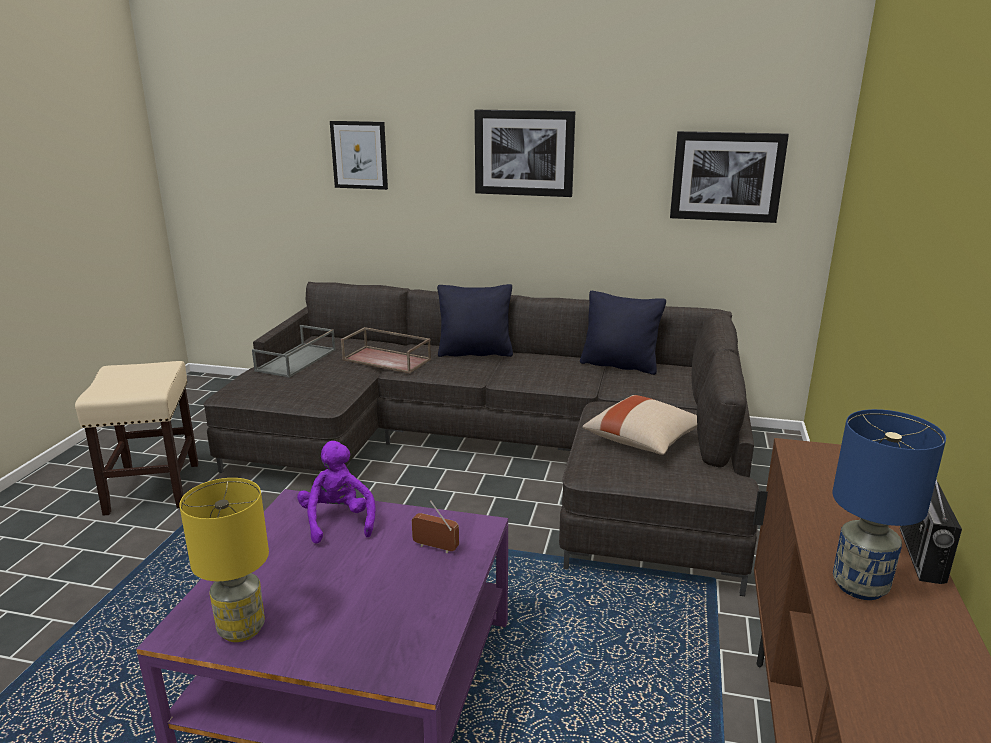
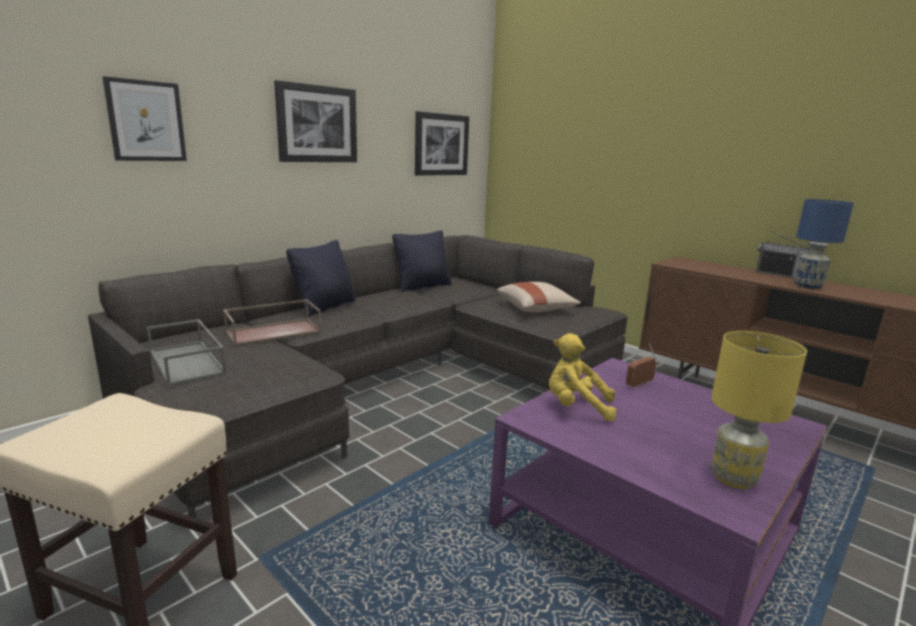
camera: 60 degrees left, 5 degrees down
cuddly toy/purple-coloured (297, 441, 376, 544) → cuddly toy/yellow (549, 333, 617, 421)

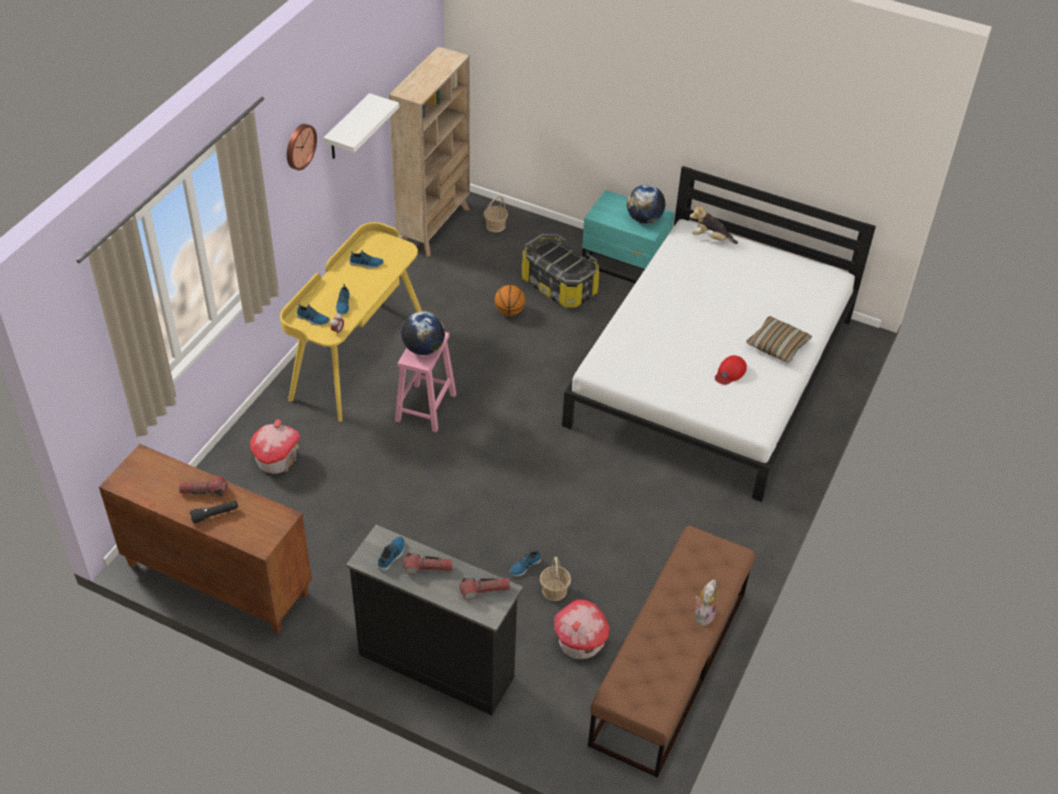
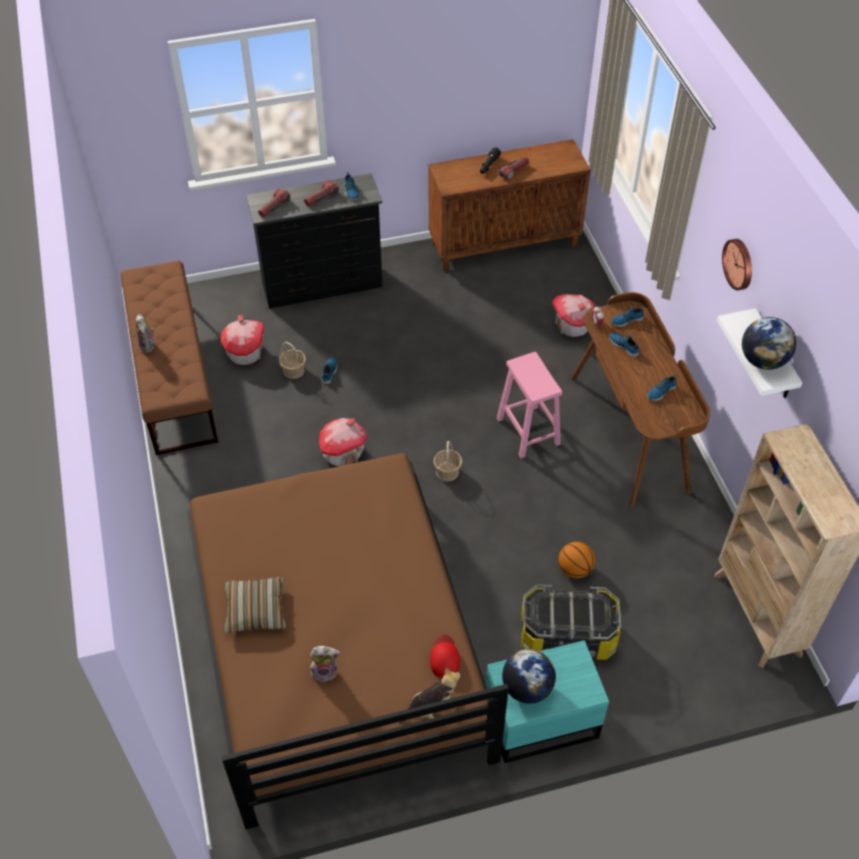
camera: 140 degrees right, 5 degrees up
bedroom bed/whitish (562, 166, 876, 502) → bedroom bed/brown-coloured (186, 453, 509, 829)
- → cuddly toy (310, 646, 340, 682)
- → model house (319, 418, 367, 466)
peaked cap/red-coloured (715, 355, 747, 385) → peaked cap/red-coloured (430, 634, 460, 678), moved
storage basket (484, 196, 508, 232) → storage basket (433, 441, 462, 481), moved
desk unit/yellow (280, 222, 422, 422) → desk unit/brown-coloured (571, 292, 710, 507)
desk globe (401, 311, 445, 355) → desk globe (742, 317, 796, 370), moved

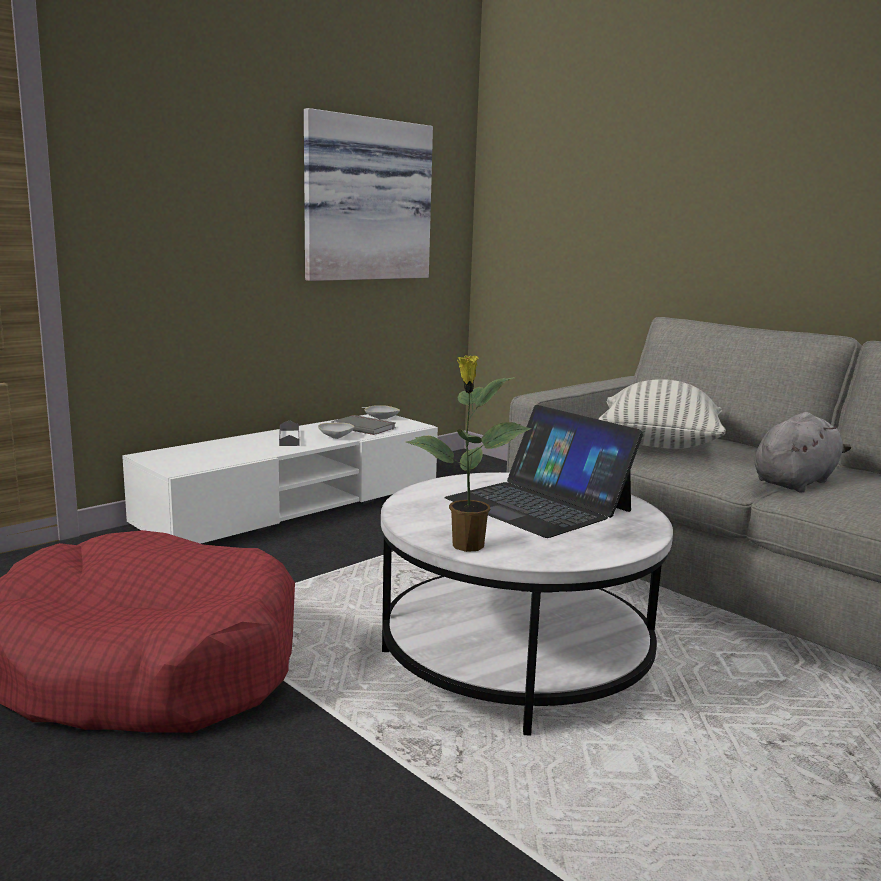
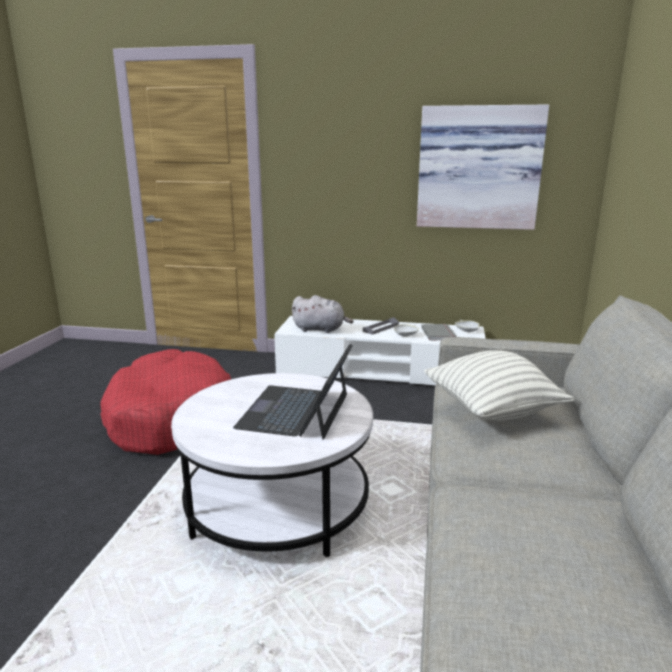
camera: 55 degrees right, 5 degrees up
cuddly toy/grey (755, 412, 851, 493) → cuddly toy/grey (291, 295, 353, 333), moved
houseplant (406, 355, 531, 552) → -

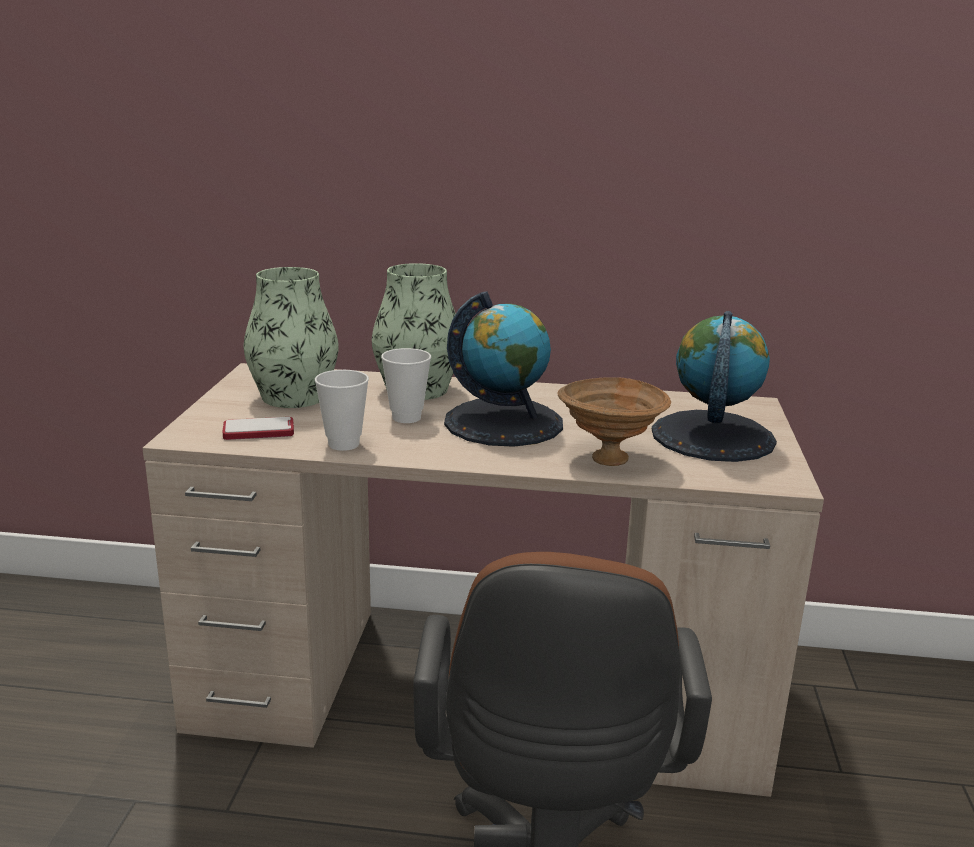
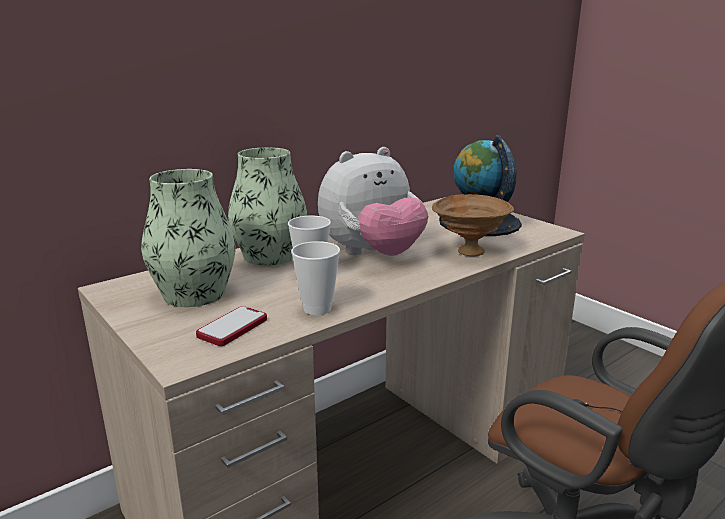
camera: 45 degrees left, 0 degrees up
desk globe (444, 291, 563, 447) → cuddly toy (318, 147, 428, 256)

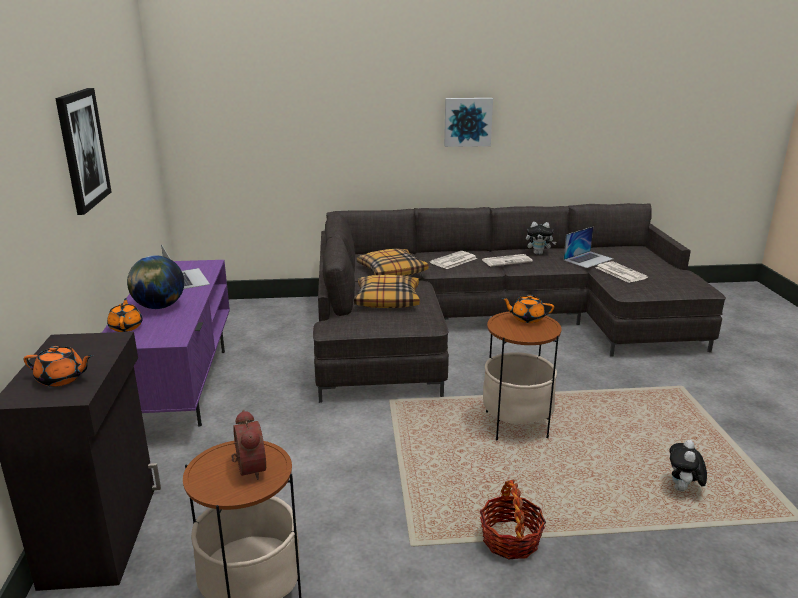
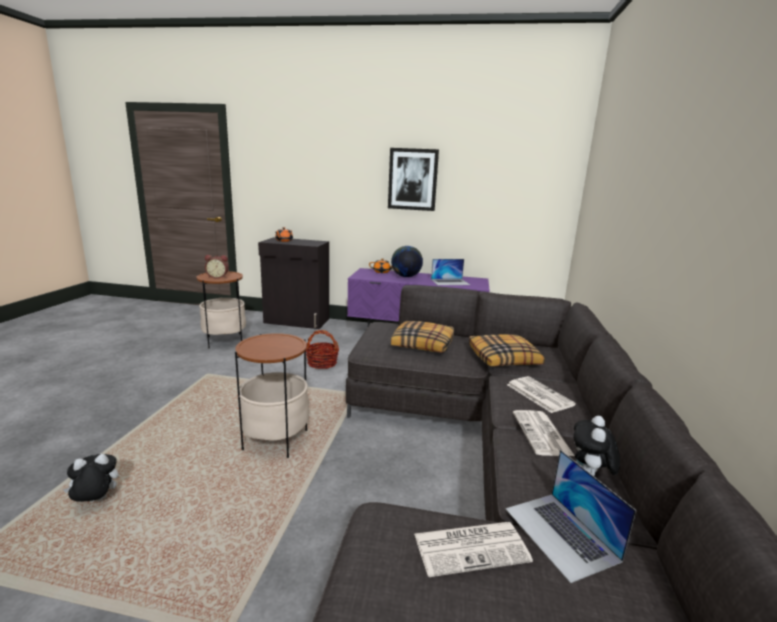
camera: 105 degrees right, 5 degrees down
cuddly toy (669, 440, 707, 491) → cuddly toy (63, 454, 119, 502), 60 degrees counterclockwise
storage basket (480, 480, 546, 560) → storage basket (306, 330, 339, 369), moved
picture (444, 98, 493, 147) → -
tea pot/orangey (501, 295, 554, 323) → -

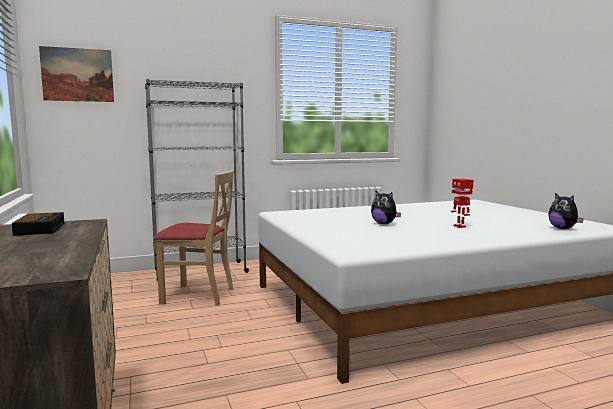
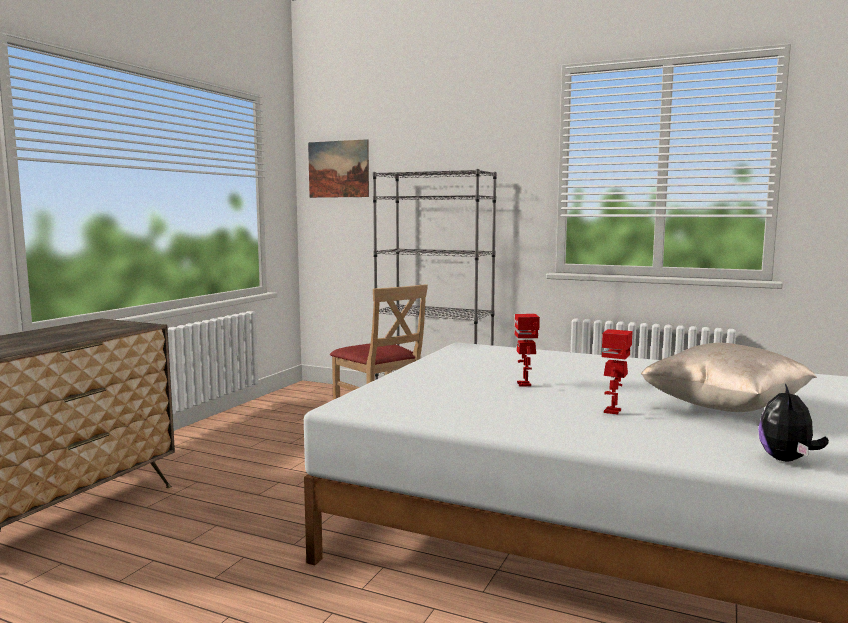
camera: 45 degrees right, 0 degrees up
cuddly toy (371, 190, 401, 224) → model robot (514, 314, 540, 387)
- → throw pillow/beige-coloured (641, 343, 817, 412)
table clock (12, 212, 64, 236) → -

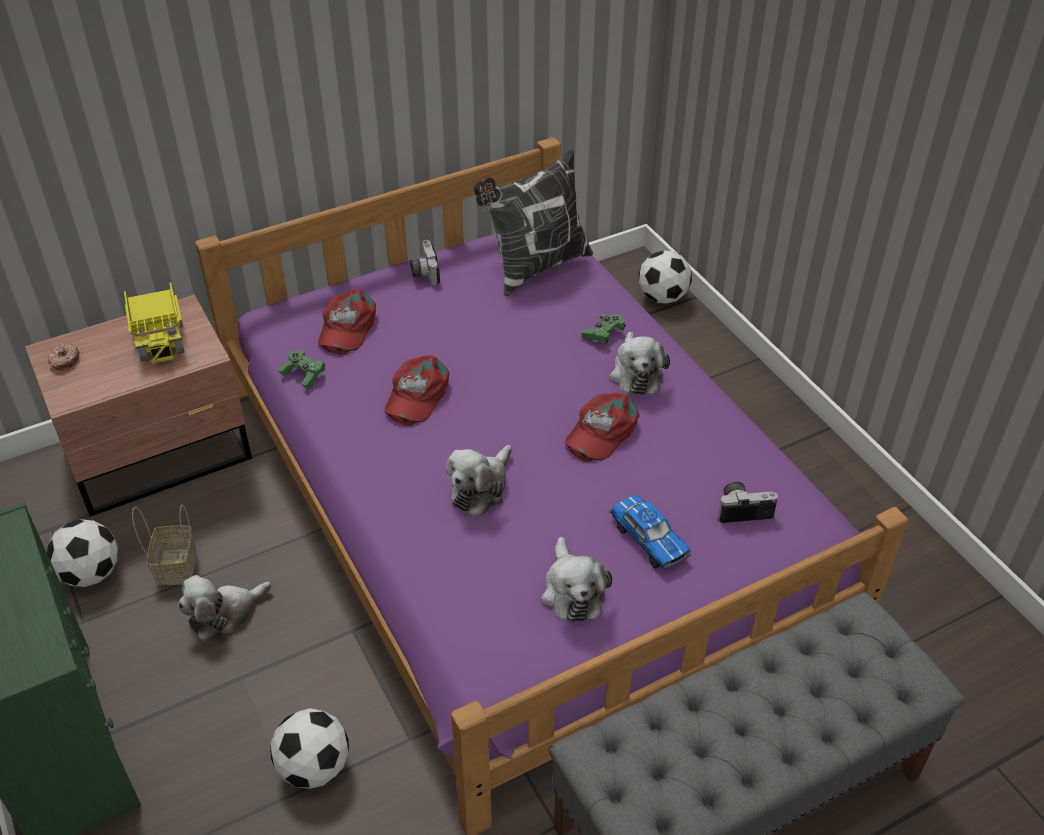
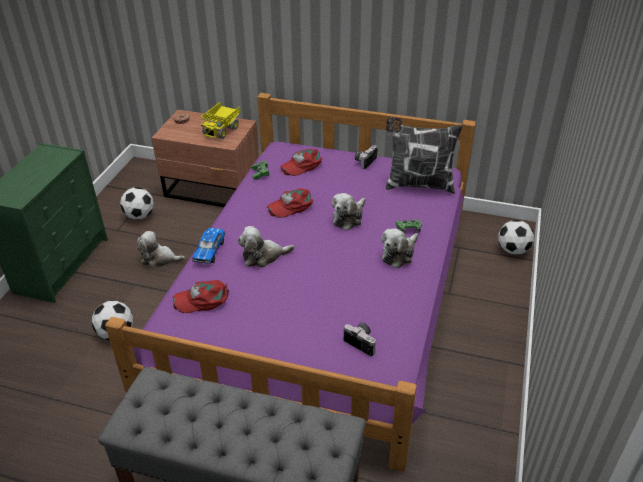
camera: 45 degrees right, 5 degrees down
peaked cap/red-coloured (565, 393, 639, 462) → peaked cap/red-coloured (173, 280, 229, 313), moved
toy car (610, 495, 692, 570) → toy car (192, 228, 225, 264), moved
cuddly toy (541, 537, 612, 623) → cuddly toy (332, 193, 366, 230), moved
storage basket (132, 505, 196, 585) → -

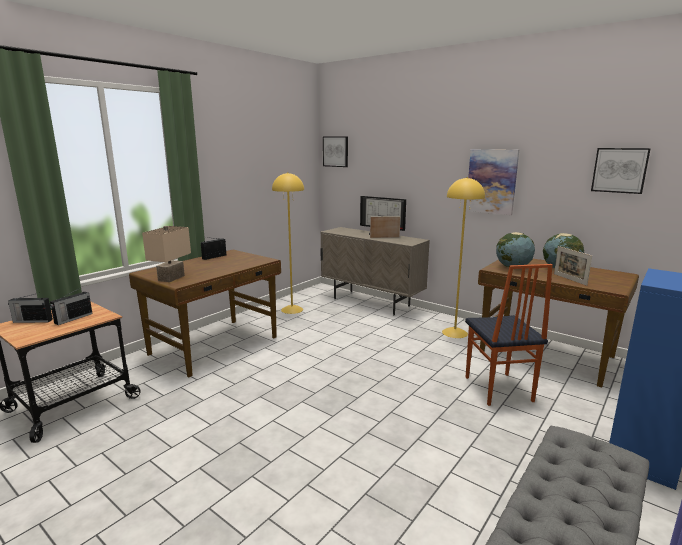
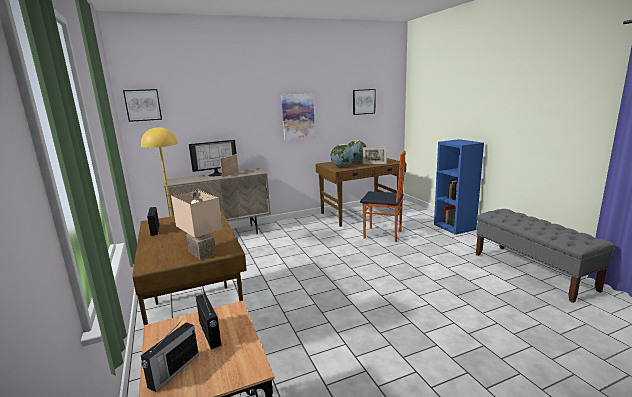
camera: 60 degrees left, 0 degrees up
standard lamp/yellow (442, 177, 485, 338) → -

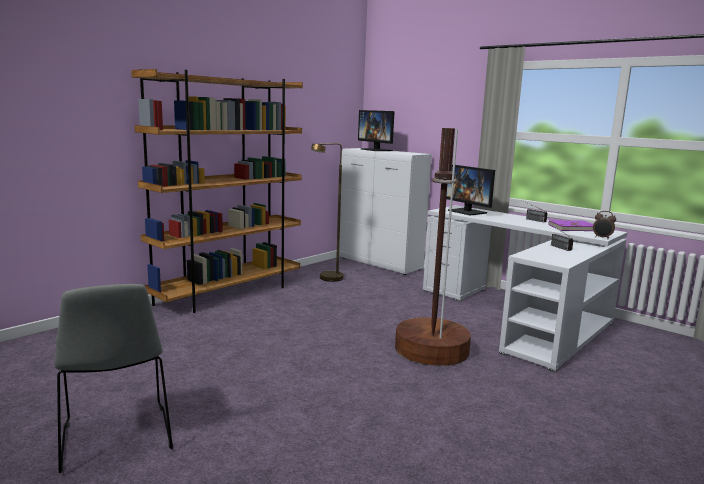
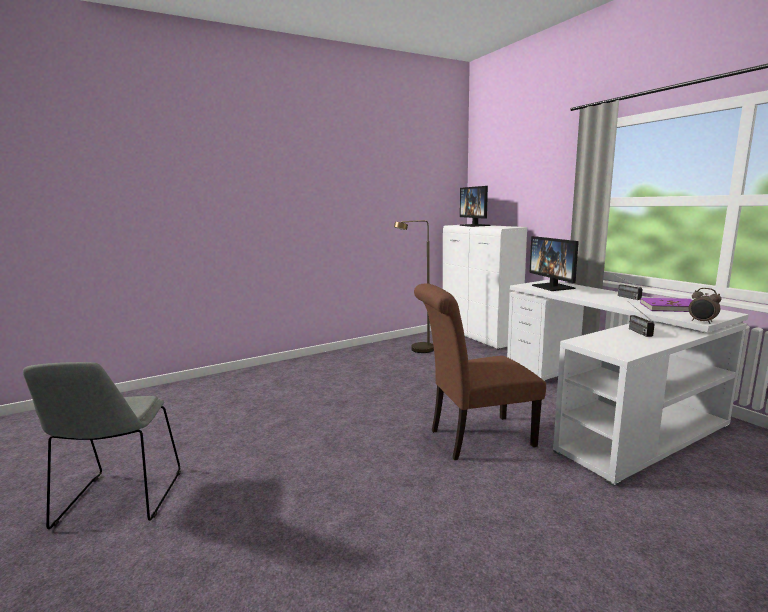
camera: 20 degrees right, 0 degrees up
standard lamp/brown-coloured (395, 128, 471, 366) → upright chair/brown-coloured (414, 283, 546, 460)
bookshelf/brown-coloured (131, 69, 303, 313) → -

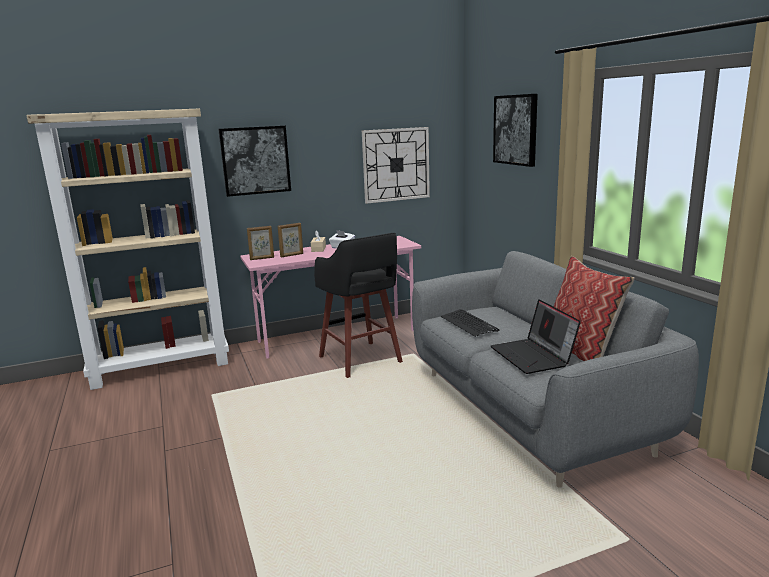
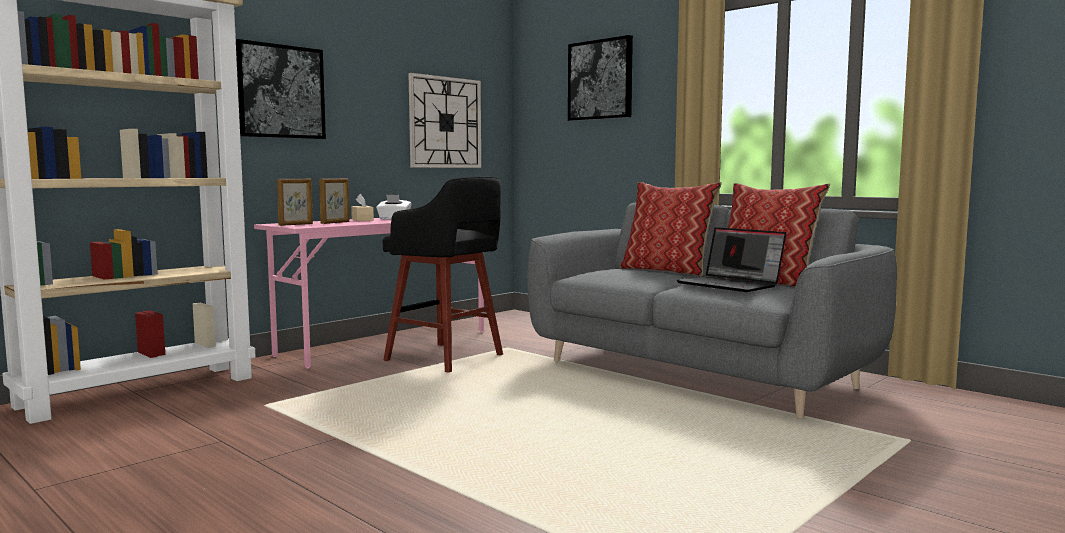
camera: 25 degrees left, 10 degrees down
- → throw pillow (620, 182, 722, 276)
PC keyboard (441, 309, 500, 337) → -

